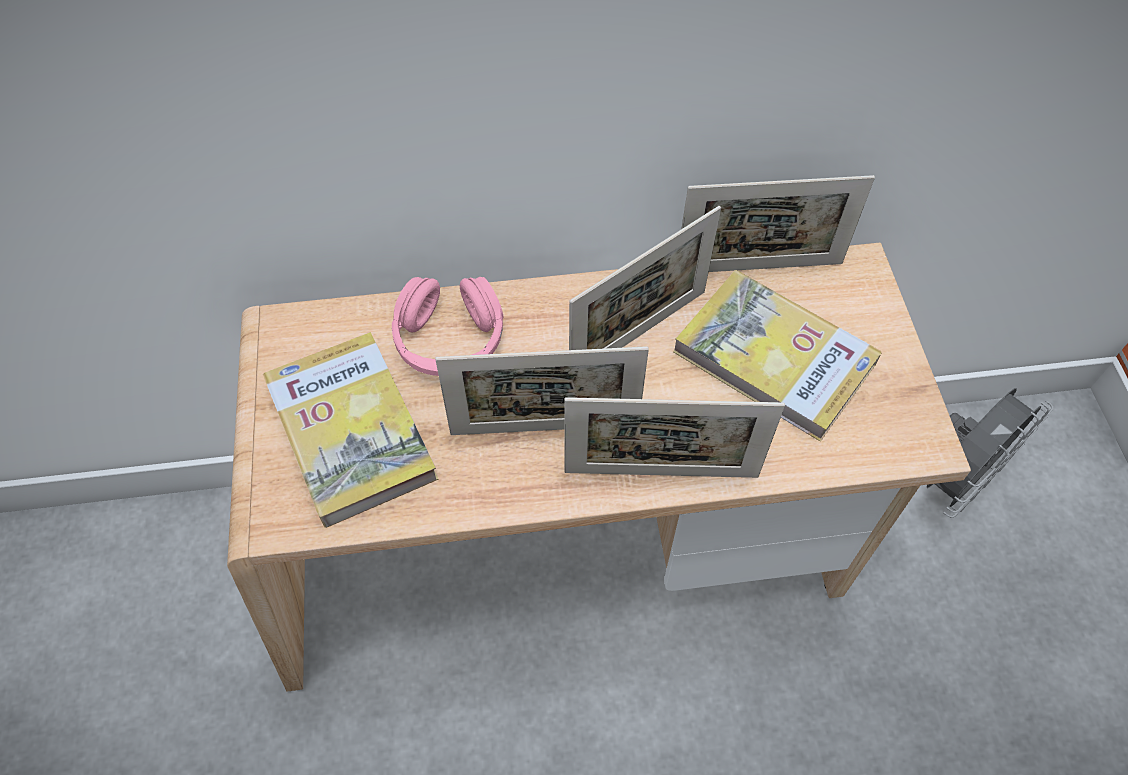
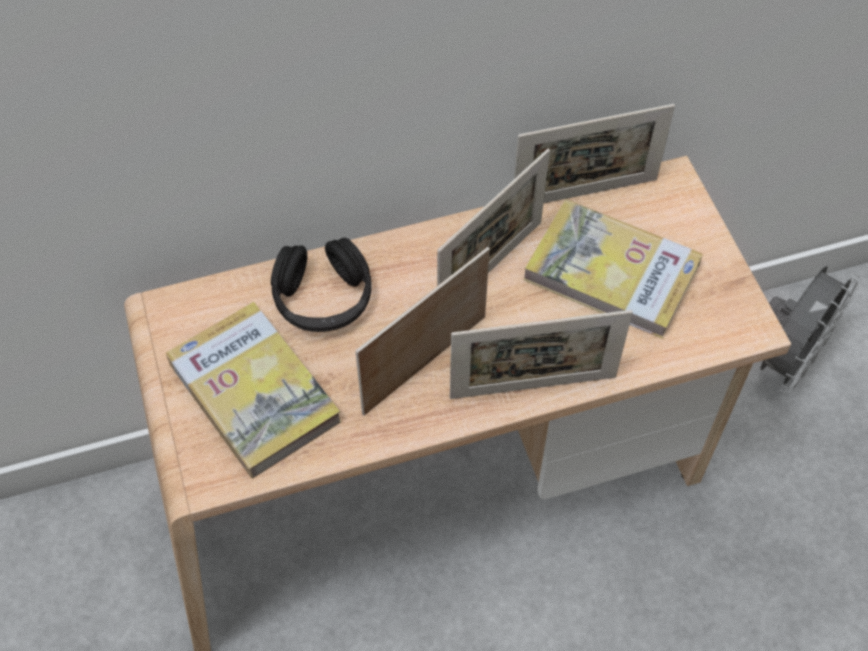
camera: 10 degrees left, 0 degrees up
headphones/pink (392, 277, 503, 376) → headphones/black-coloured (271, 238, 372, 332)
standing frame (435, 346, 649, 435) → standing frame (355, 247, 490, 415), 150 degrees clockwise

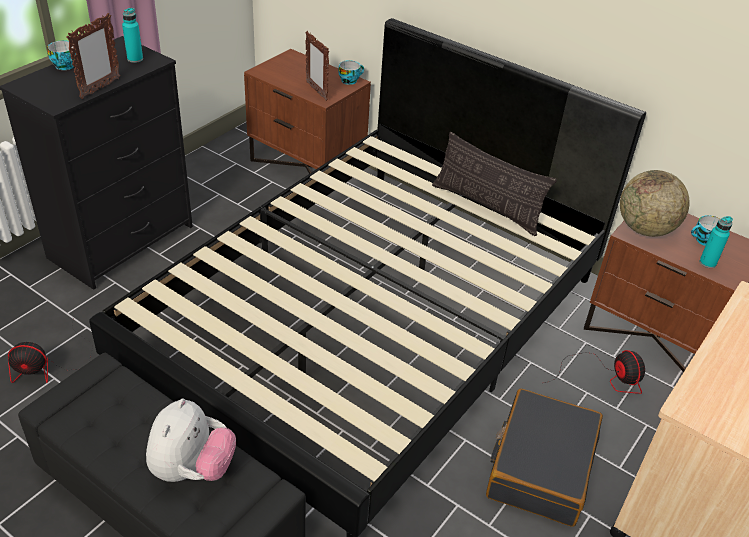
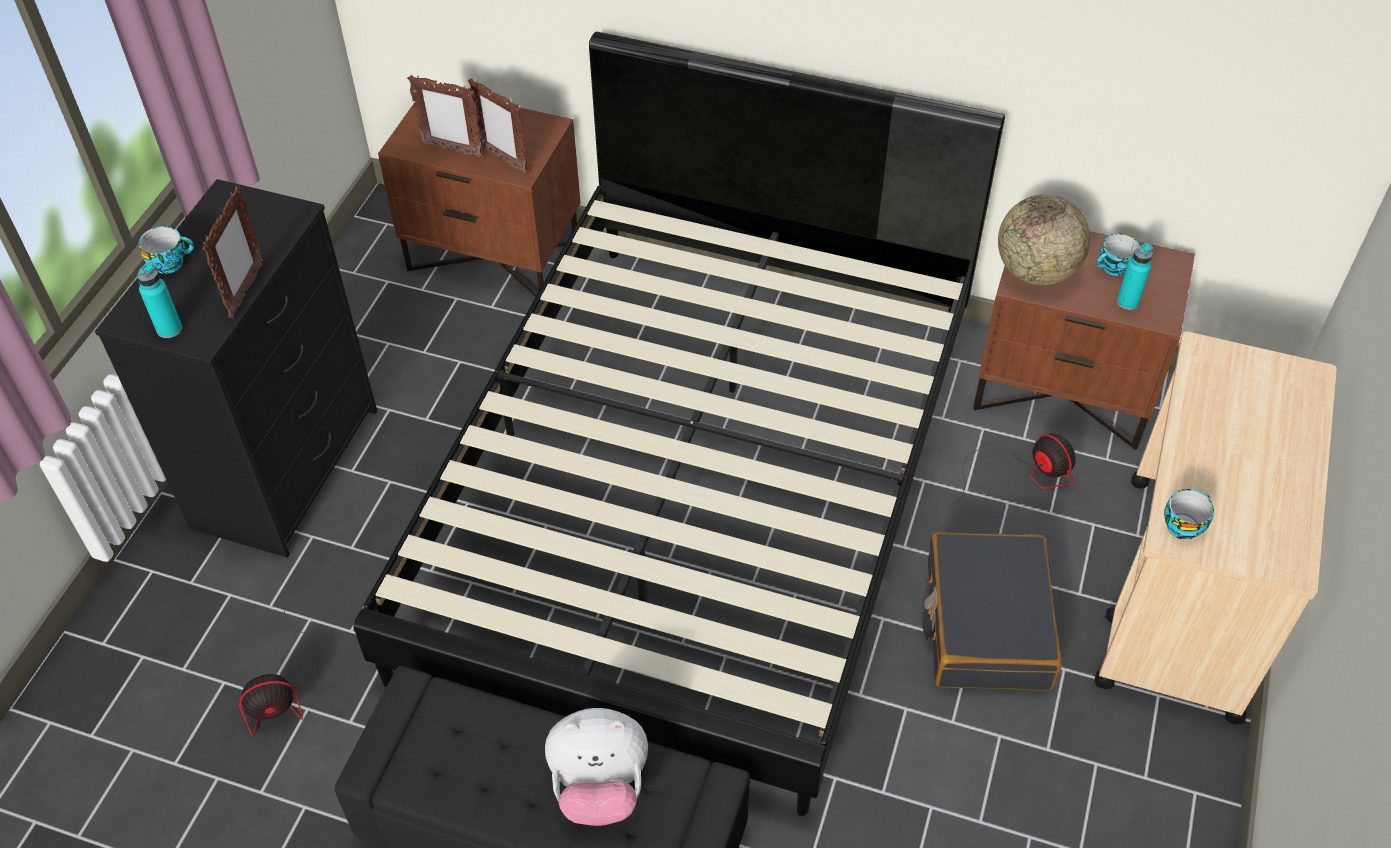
camera: 15 degrees left, 10 degrees up
bottle/turquoise (122, 8, 143, 63) → bottle/turquoise (137, 262, 182, 338), moved
- → standing frame (407, 75, 483, 158)
cuddly toy (146, 398, 236, 482) → cuddly toy (545, 708, 648, 826), 90 degrees clockwise
small cup (338, 60, 364, 85) → small cup (1164, 489, 1214, 540), moved
throw pillow (432, 132, 557, 236) → -

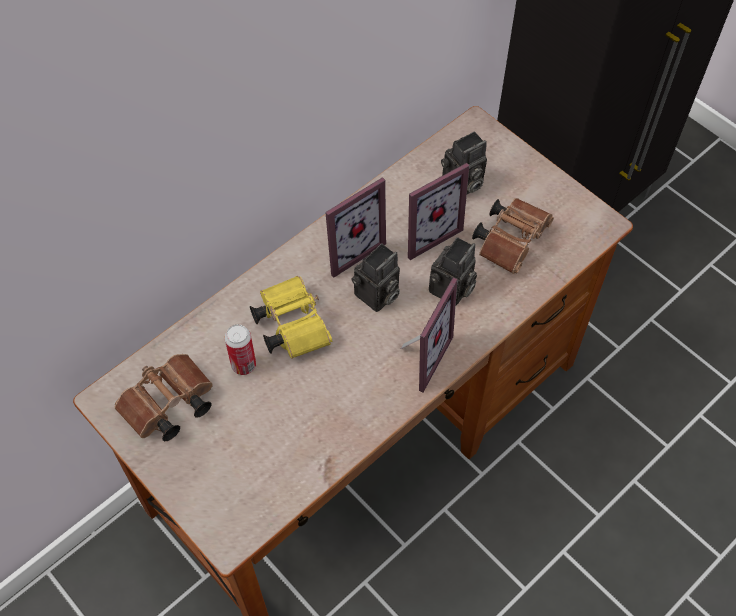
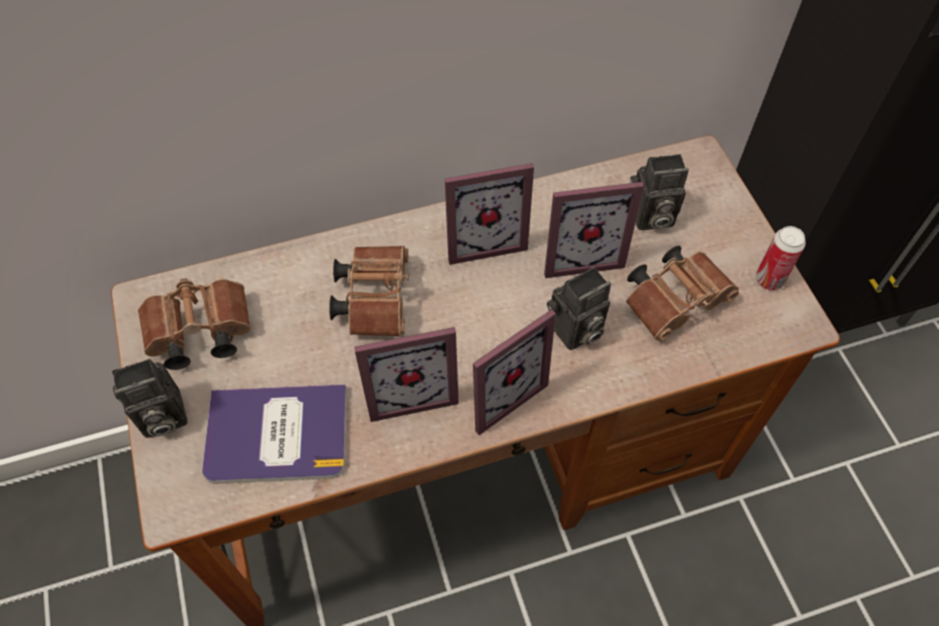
camera: 25 degrees right, 0 degrees up
photo camera (351, 243, 400, 312) → photo camera (112, 359, 188, 438), moved
- → bound book (202, 384, 347, 484)
binoculars/yellow (250, 276, 332, 359) → binoculars/brown-coloured (329, 246, 409, 337)
- → standing frame (354, 327, 459, 422)
metal can (224, 324, 256, 375) → metal can (756, 226, 806, 290), moved

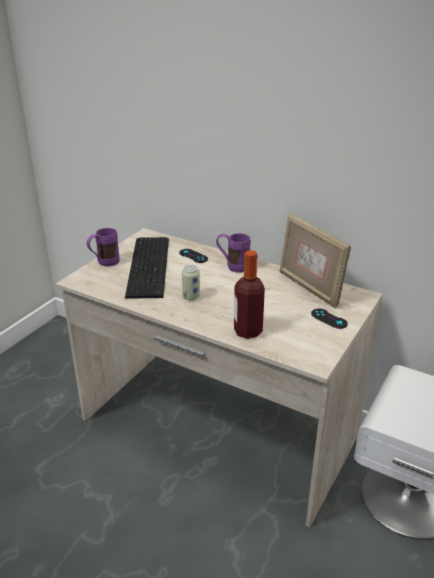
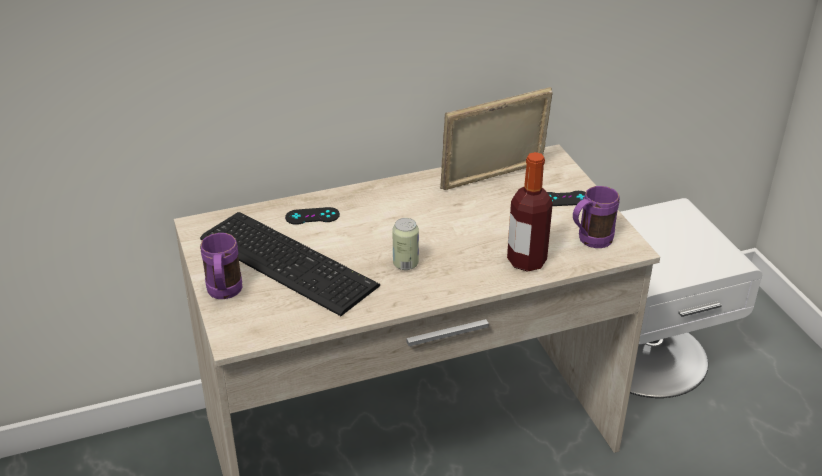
camera: 50 degrees left, 5 degrees up
standing frame (280, 213, 351, 308) → standing frame (440, 87, 553, 190), 150 degrees clockwise
mug/purple-coloured (216, 233, 251, 273) → mug/purple-coloured (573, 186, 620, 248), moved

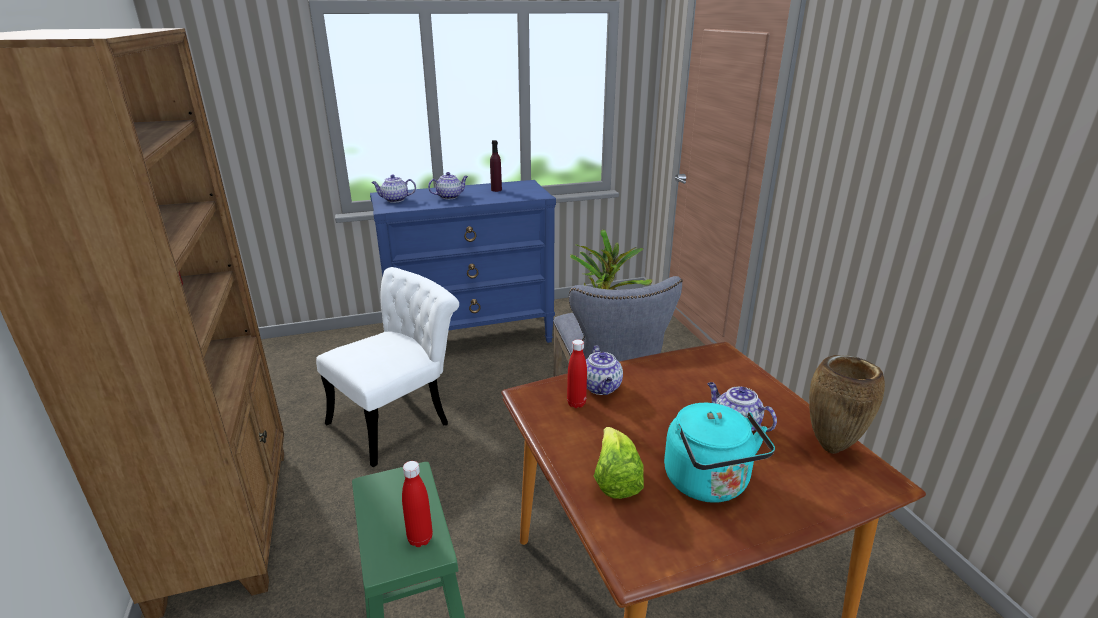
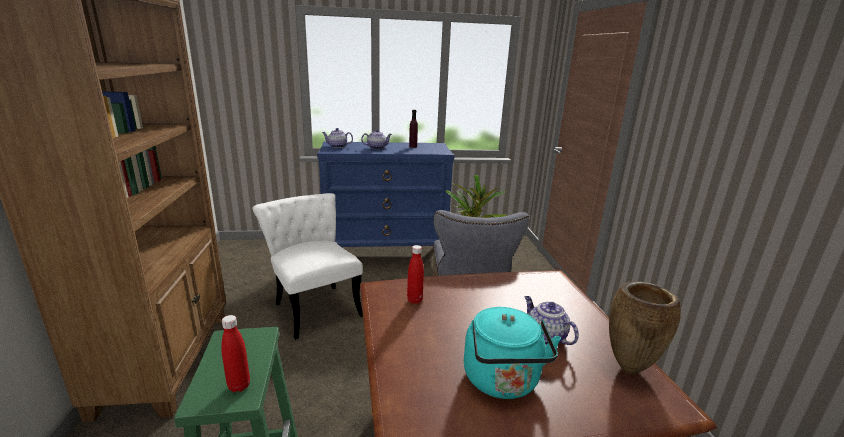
camera: 10 degrees right, 5 degrees down
upright chair/whitish (316, 267, 459, 467) → upright chair/whitish (252, 193, 363, 340), 90 degrees counterclockwise
tea pot (586, 345, 623, 395) → -
lettuce head (594, 427, 644, 499) → -

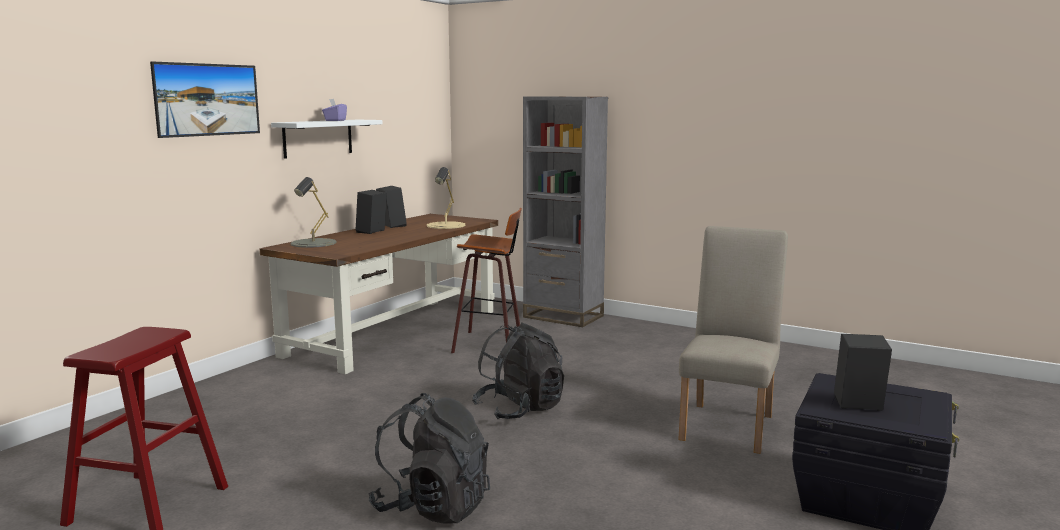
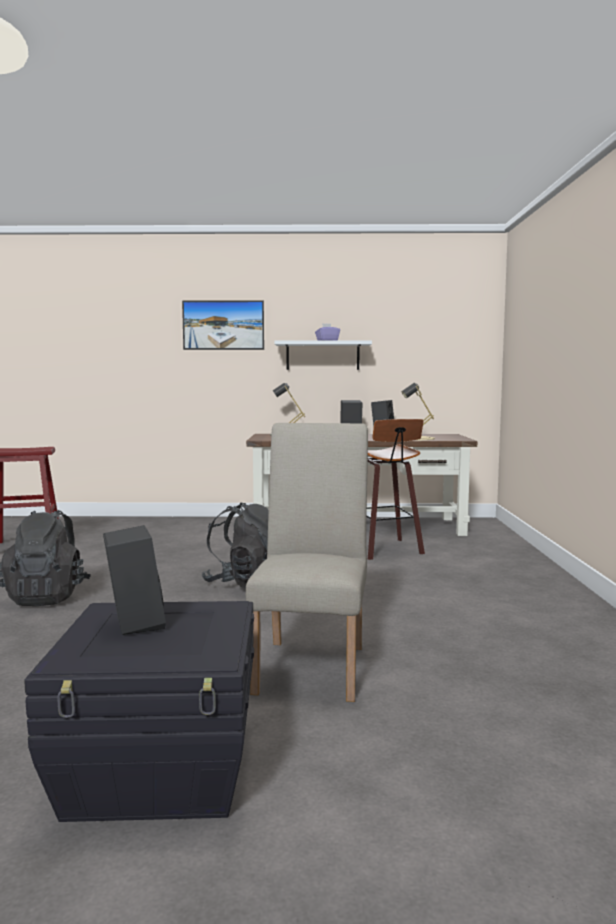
camera: 60 degrees right, 5 degrees down
upright chair/beige-coloured (678, 226, 788, 454) → upright chair/beige-coloured (246, 423, 368, 702), 75 degrees counterclockwise
bookshelf/grey (523, 97, 608, 327) → -

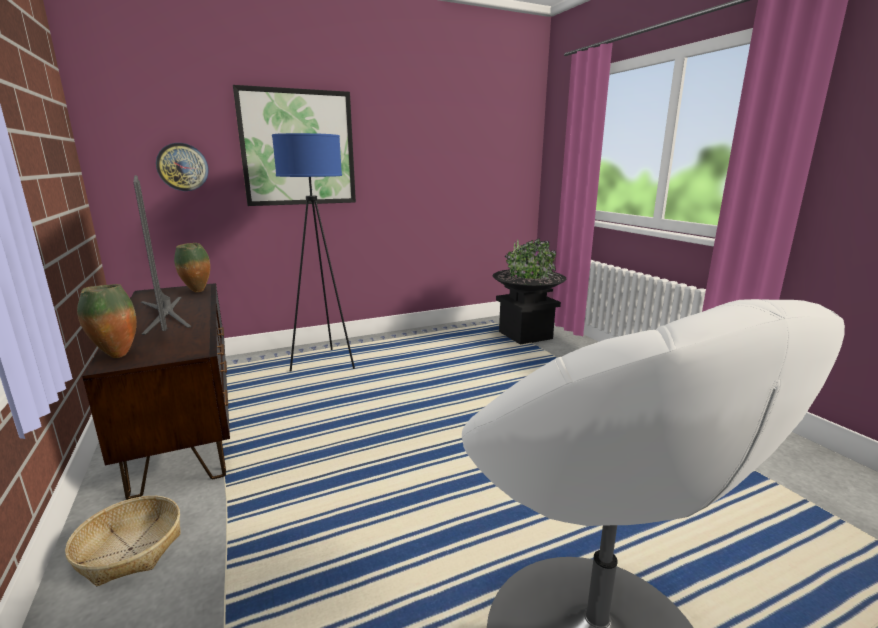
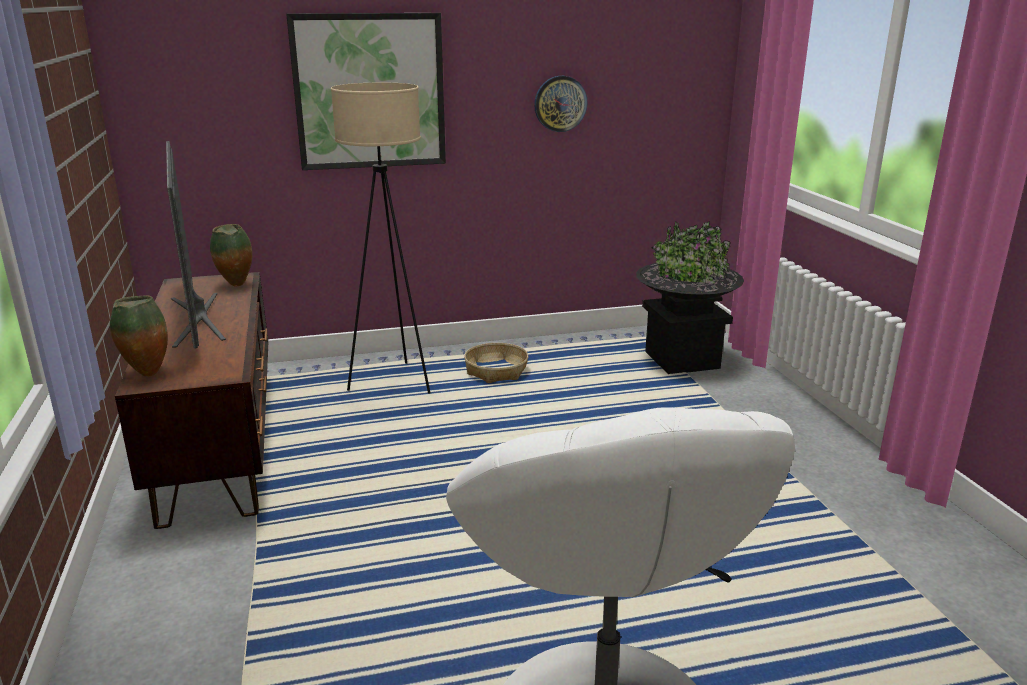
camera: 10 degrees right, 5 degrees up
standard lamp/blue (272, 133, 355, 372) → standard lamp/beige-coloured (331, 82, 430, 394)
storage basket (65, 496, 181, 586) → storage basket (464, 343, 528, 383), moved
hanging clock (156, 143, 209, 191) → hanging clock (534, 76, 588, 132), moved

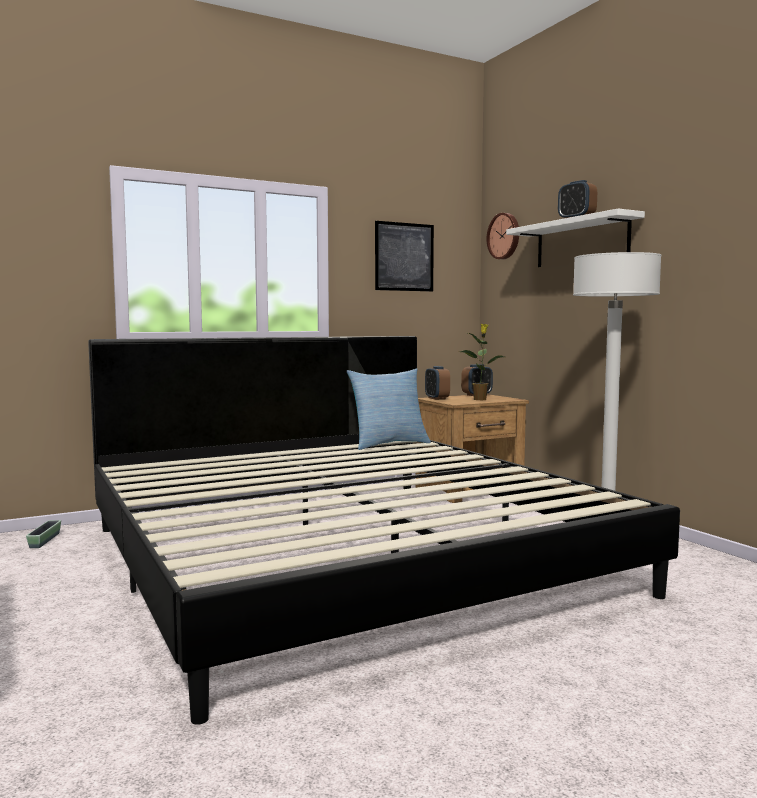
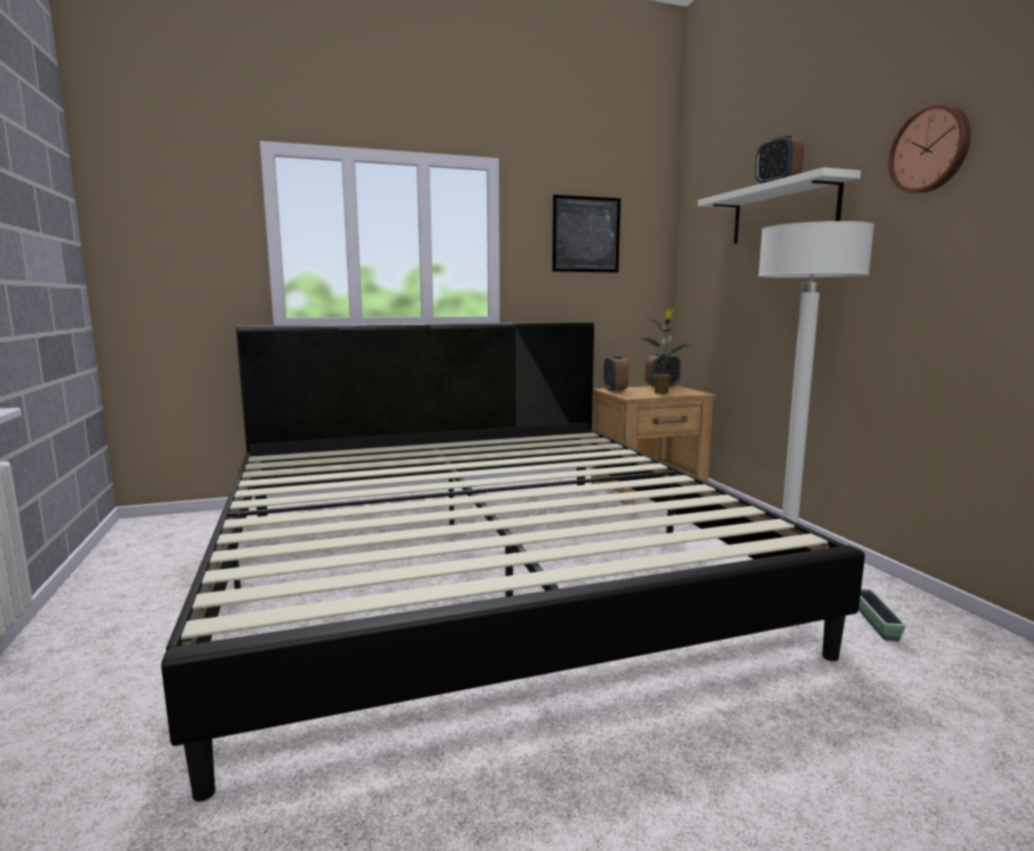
camera: 10 degrees right, 5 degrees up
flower pot (26, 520, 61, 548) → flower pot (859, 589, 906, 641), moved
hanging clock (486, 213, 519, 259) → hanging clock (888, 104, 971, 193), moved
throw pillow (347, 368, 431, 450) → -

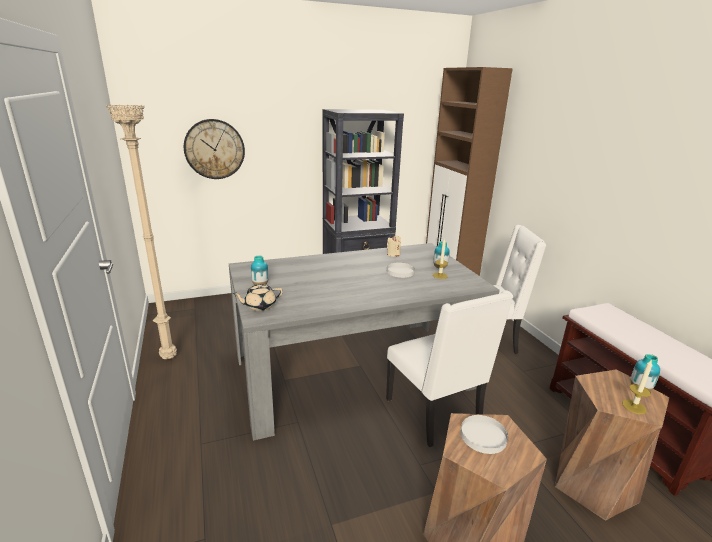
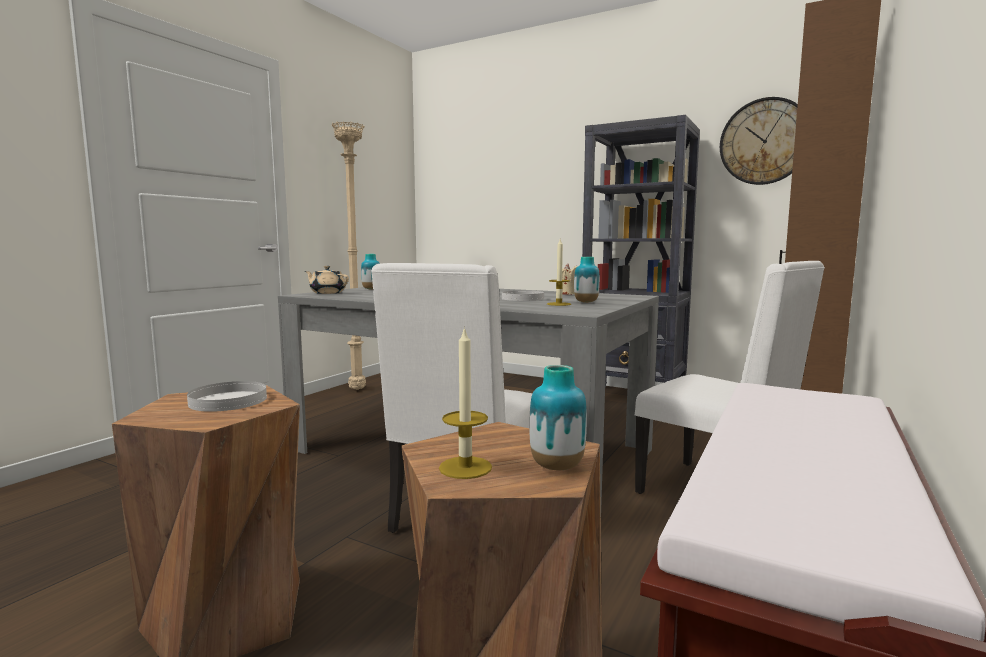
camera: 50 degrees right, 15 degrees down
hanging clock (184, 119, 245, 179) → hanging clock (720, 97, 798, 185), moved

